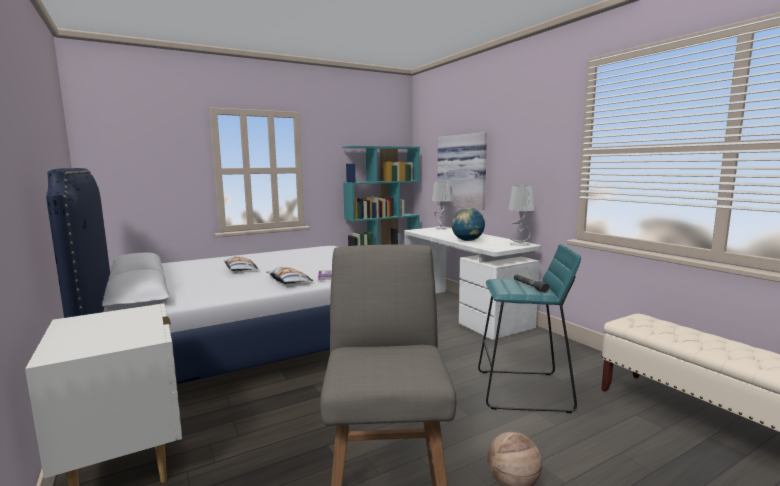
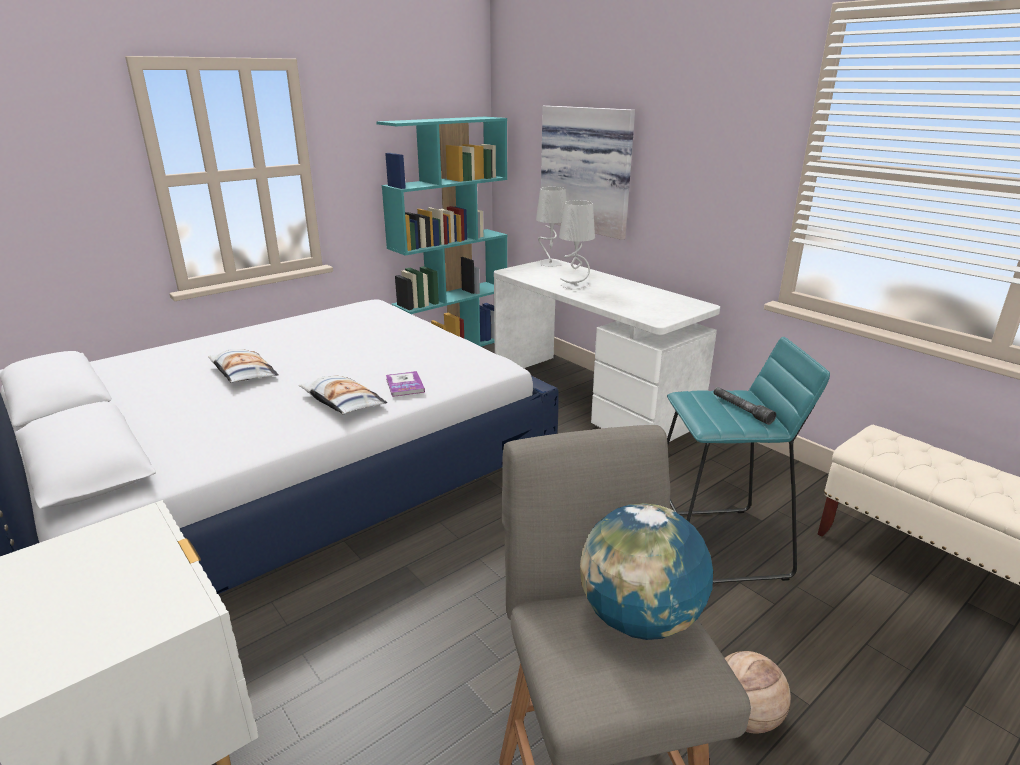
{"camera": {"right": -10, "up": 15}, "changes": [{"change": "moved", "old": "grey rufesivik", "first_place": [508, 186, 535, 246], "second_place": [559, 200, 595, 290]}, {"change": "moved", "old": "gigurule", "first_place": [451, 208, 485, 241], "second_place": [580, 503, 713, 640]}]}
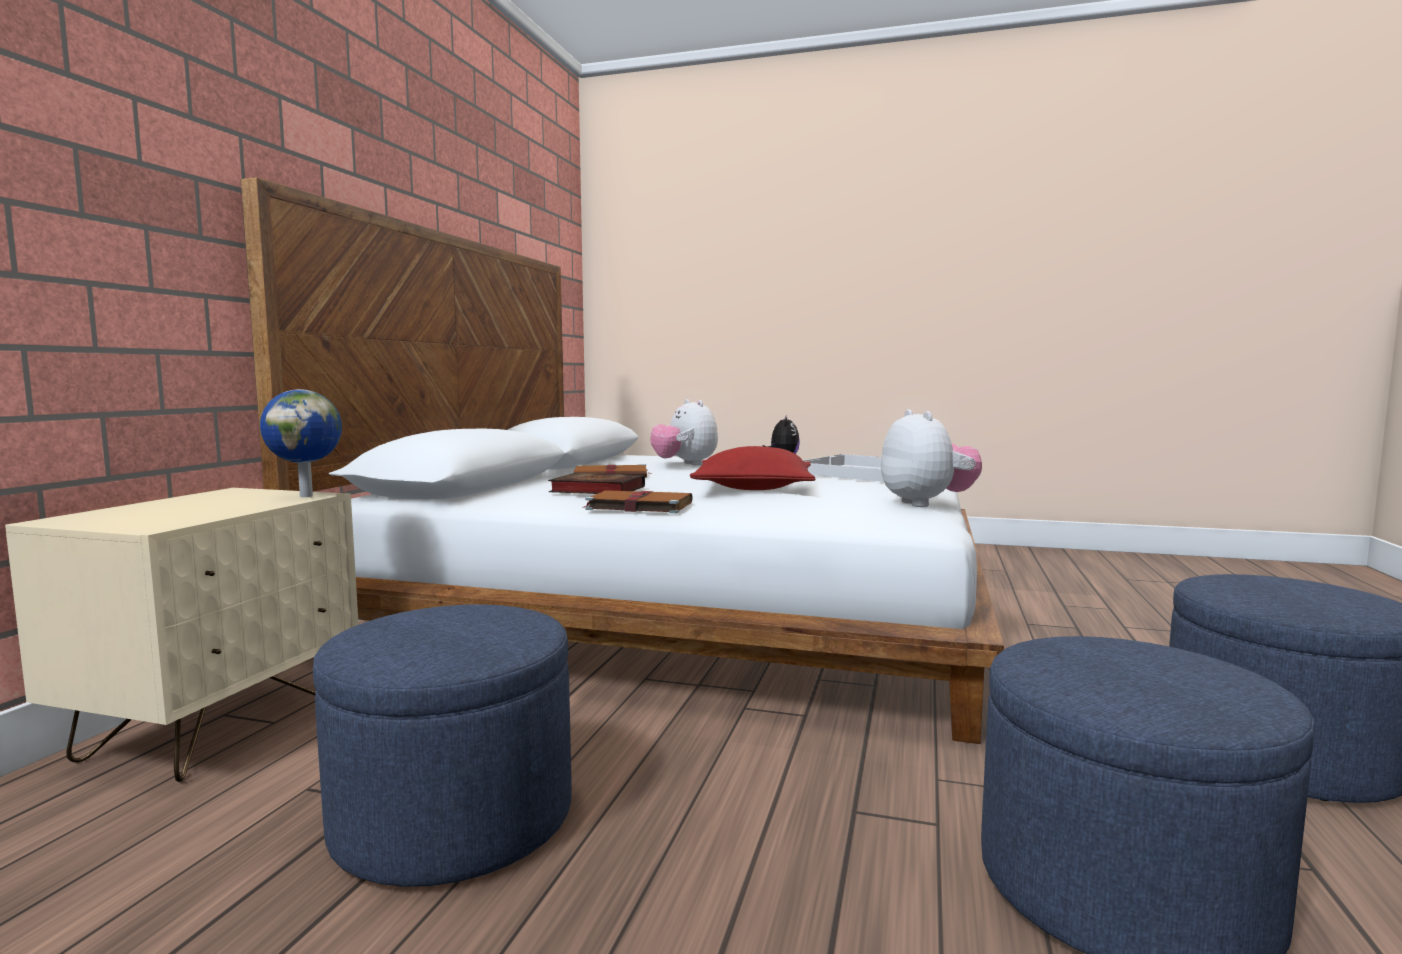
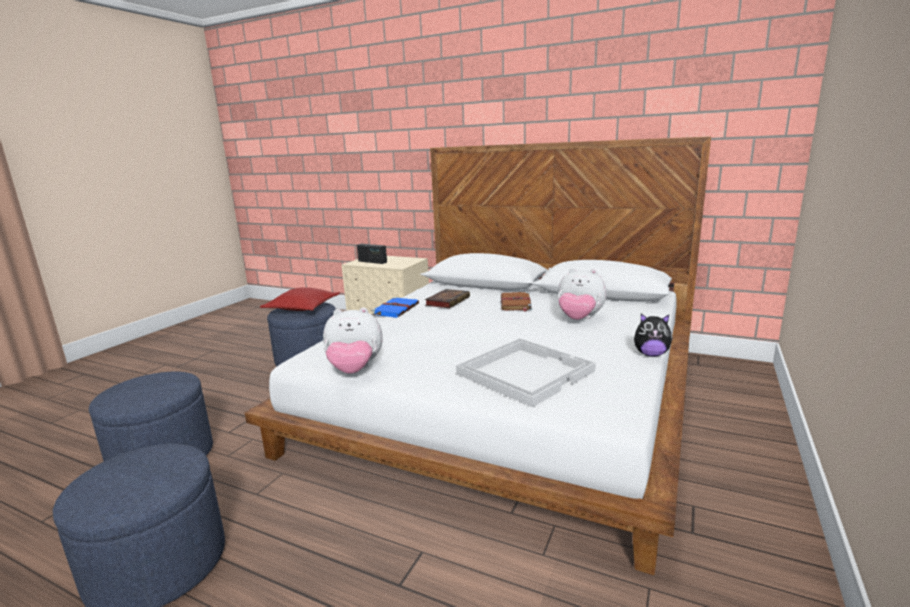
{"camera": {"right": 100, "up": 10}, "changes": [{"change": "removed", "old": "gigurule", "first_place": [260, 389, 342, 497]}, {"change": "turned", "old": "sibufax", "first_place": [650, 399, 718, 466], "second_place": [558, 268, 607, 320], "degrees": -135}, {"change": "moved", "old": "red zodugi", "first_place": [690, 446, 815, 490], "second_place": [260, 287, 340, 311]}, {"change": "recoloured", "old": "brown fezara", "new": "blue fezara", "first_place": [584, 490, 693, 514], "second_place": [372, 297, 419, 318]}, {"change": "added", "new": "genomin", "second_place": [357, 244, 387, 264]}]}
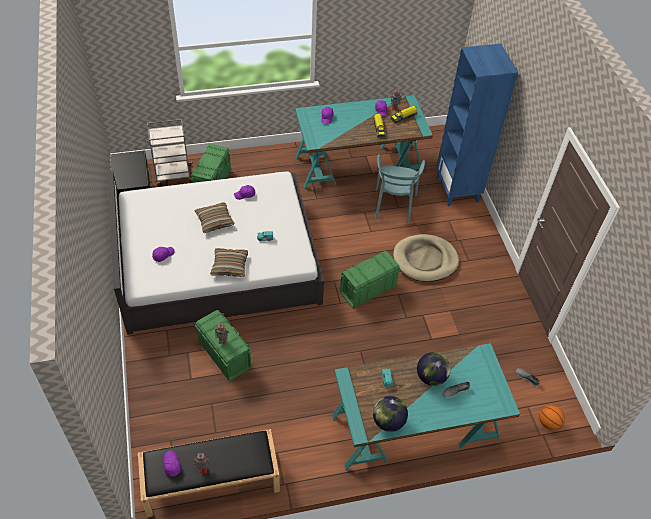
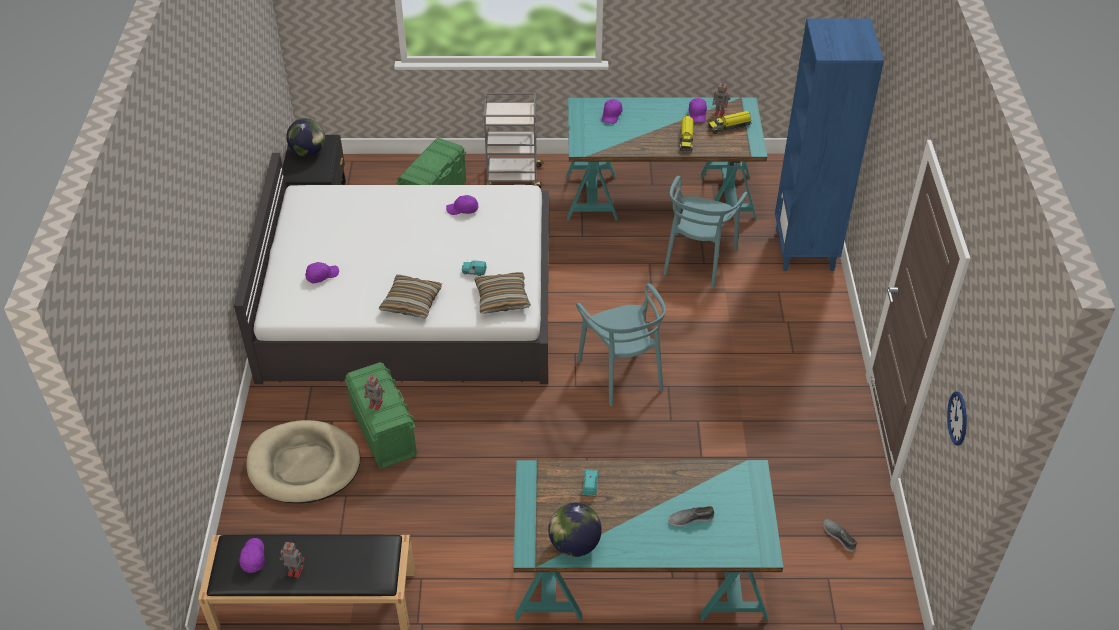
{"camera": {"right": 15, "up": -5}, "changes": [{"change": "moved", "old": "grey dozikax", "first_place": [147, 119, 193, 186], "second_place": [484, 93, 544, 189]}, {"change": "moved", "old": "zodugi", "first_place": [195, 202, 235, 233], "second_place": [474, 272, 531, 314]}, {"change": "moved", "old": "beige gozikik", "first_place": [393, 234, 459, 282], "second_place": [246, 420, 361, 504]}, {"change": "replaced", "old": "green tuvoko", "new": "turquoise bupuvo", "first_place": [340, 251, 401, 308], "second_place": [576, 284, 666, 406]}, {"change": "moved", "old": "gigurule", "first_place": [417, 352, 450, 386], "second_place": [286, 118, 325, 157]}, {"change": "removed", "old": "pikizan", "first_place": [539, 405, 565, 430]}, {"change": "added", "new": "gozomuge", "second_place": [947, 392, 967, 446]}]}
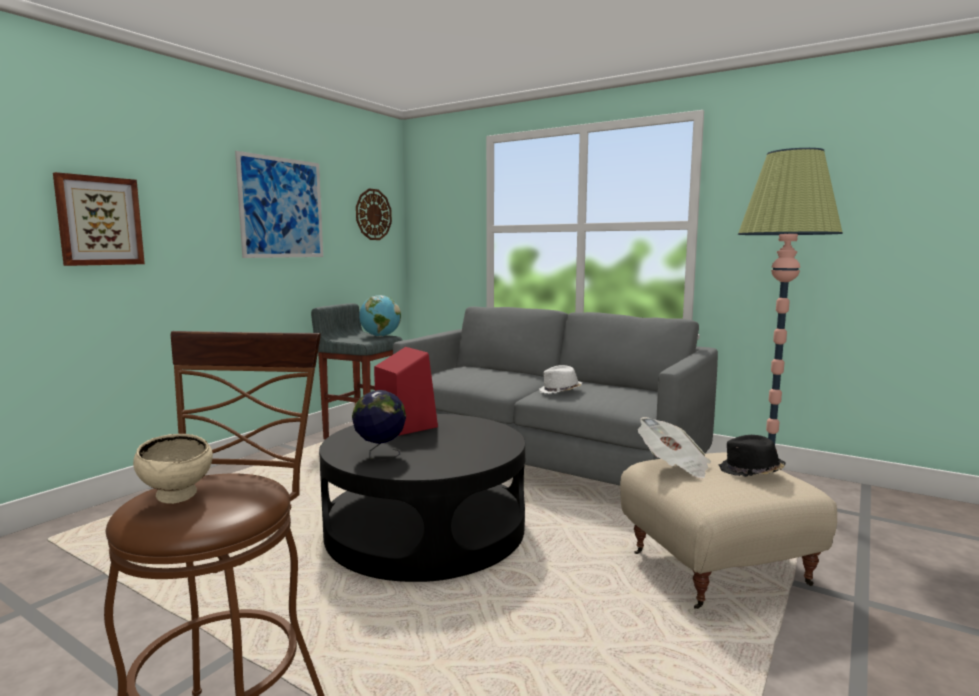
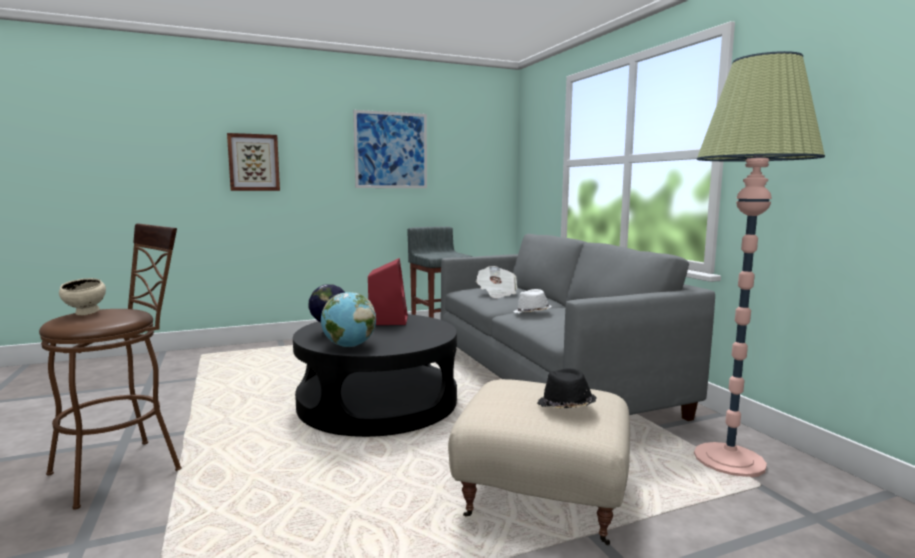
{"camera": {"right": 35, "up": 0}, "changes": [{"change": "removed", "old": "gozomuge", "first_place": [356, 188, 392, 240]}, {"change": "moved", "old": "gigurule", "first_place": [359, 295, 401, 337], "second_place": [321, 292, 376, 347]}, {"change": "moved", "old": "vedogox", "first_place": [638, 417, 711, 479], "second_place": [476, 266, 517, 298]}]}
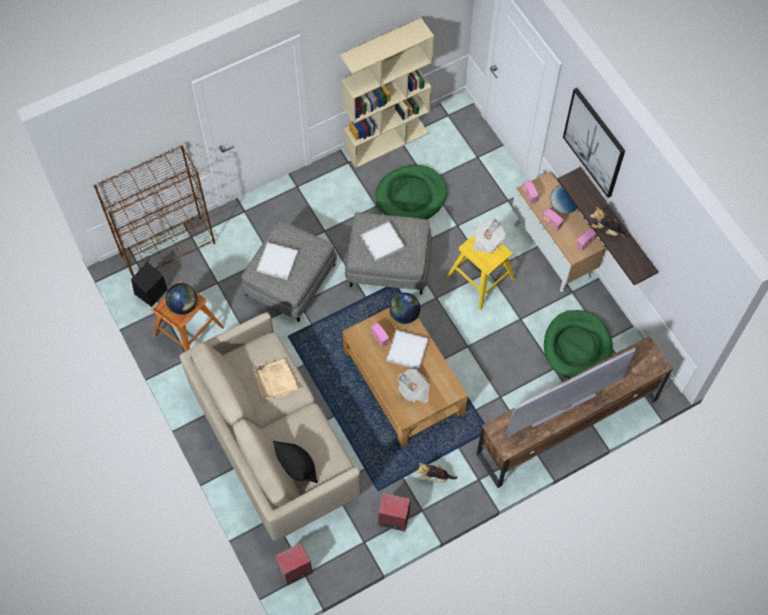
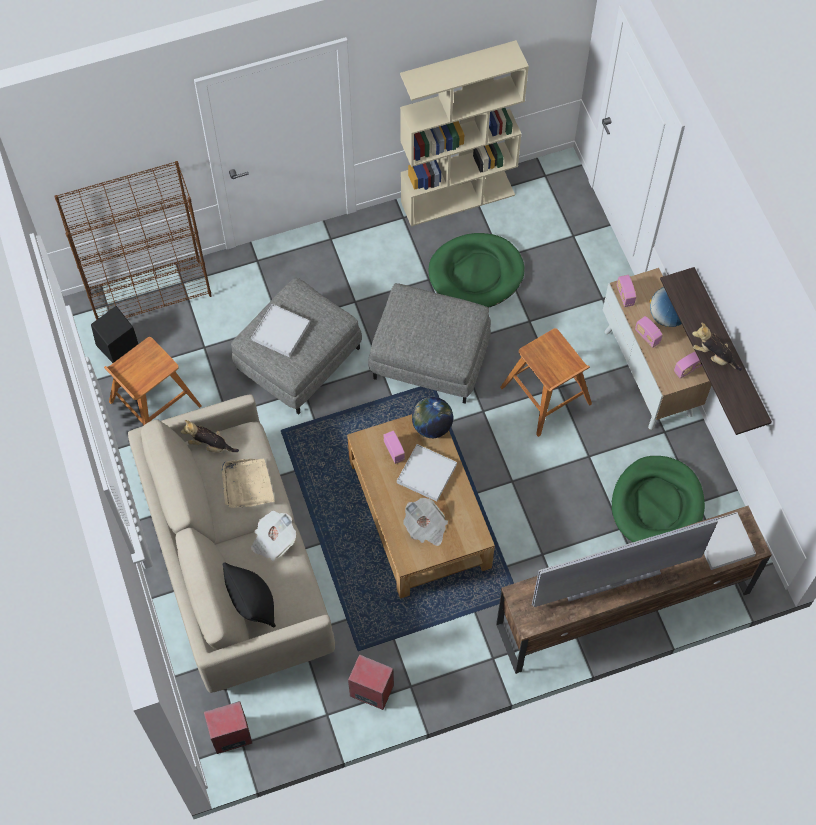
{"camera": {"right": 10, "up": 0}, "changes": [{"change": "removed", "old": "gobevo", "first_place": [563, 88, 625, 198]}, {"change": "moved", "old": "vedogox", "first_place": [473, 219, 505, 254], "second_place": [251, 511, 296, 561]}, {"change": "moved", "old": "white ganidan", "first_place": [361, 221, 405, 262], "second_place": [704, 512, 756, 570]}, {"change": "recoloured", "old": "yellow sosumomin", "new": "brown sosumomin", "first_place": [446, 235, 515, 311], "second_place": [500, 328, 592, 437]}, {"change": "removed", "old": "gigurule", "first_place": [166, 283, 197, 315]}, {"change": "moved", "old": "sibufax", "first_place": [416, 463, 457, 482], "second_place": [181, 420, 239, 453]}]}
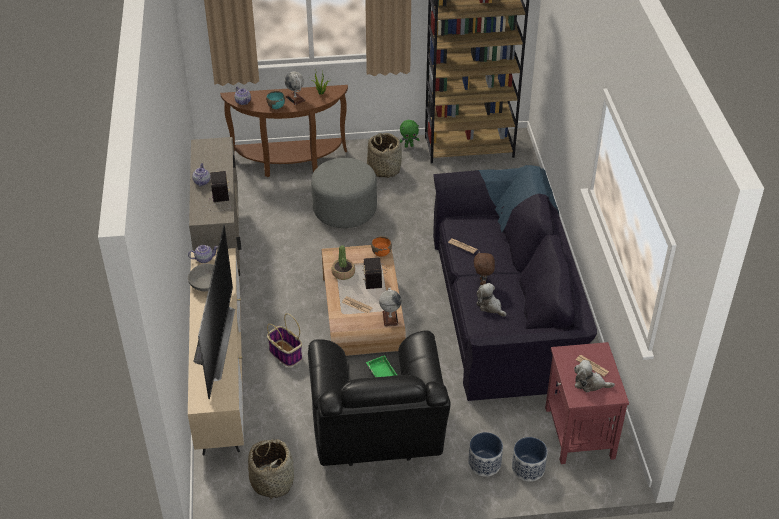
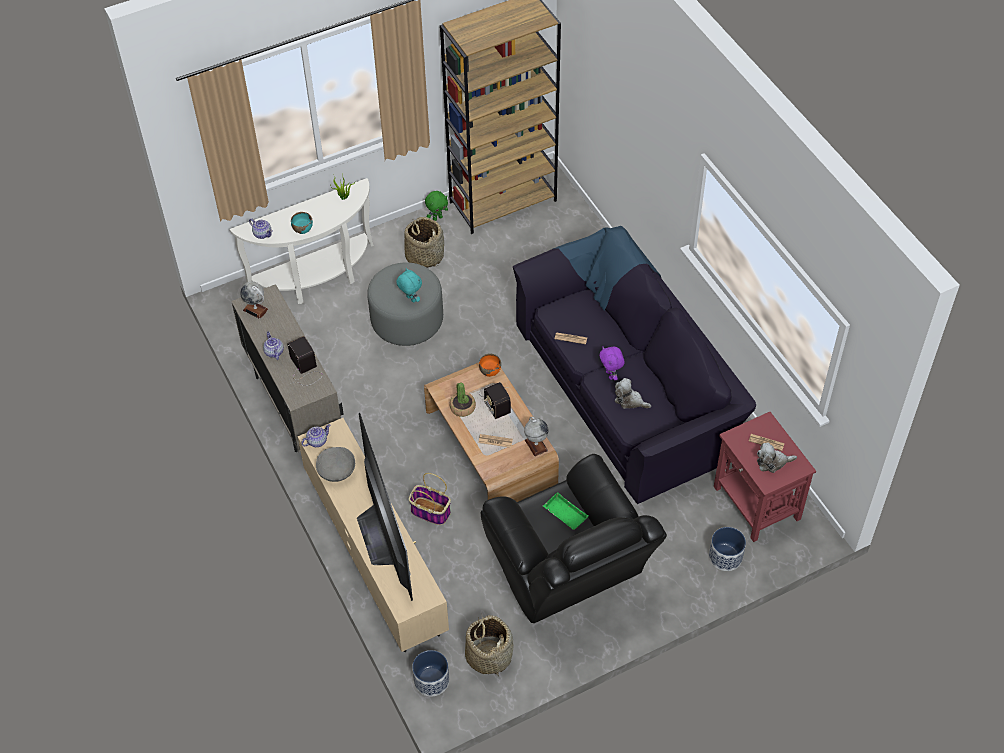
{"camera": {"right": -20, "up": 10}, "changes": [{"change": "moved", "old": "gigurule", "first_place": [285, 72, 305, 105], "second_place": [240, 281, 269, 319]}, {"change": "recoloured", "old": "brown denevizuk", "new": "white denevizuk", "first_place": [220, 85, 348, 177], "second_place": [230, 178, 374, 304]}, {"change": "recoloured", "old": "brown sibufax", "new": "purple sibufax", "first_place": [474, 251, 495, 285], "second_place": [599, 347, 625, 381]}, {"change": "moved", "old": "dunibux", "first_place": [468, 432, 503, 477], "second_place": [412, 650, 449, 696]}, {"change": "added", "new": "turquoise sibufax", "second_place": [396, 268, 422, 303]}]}
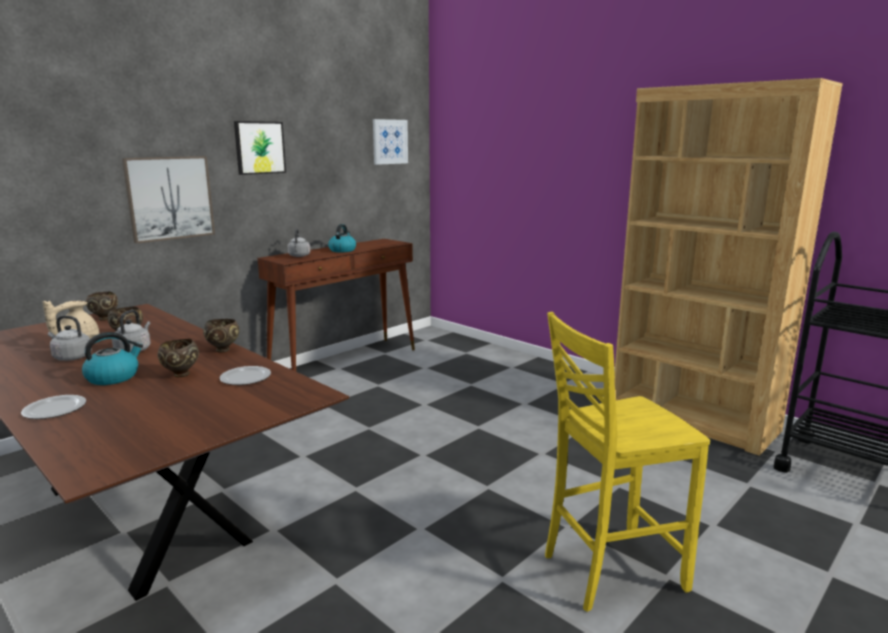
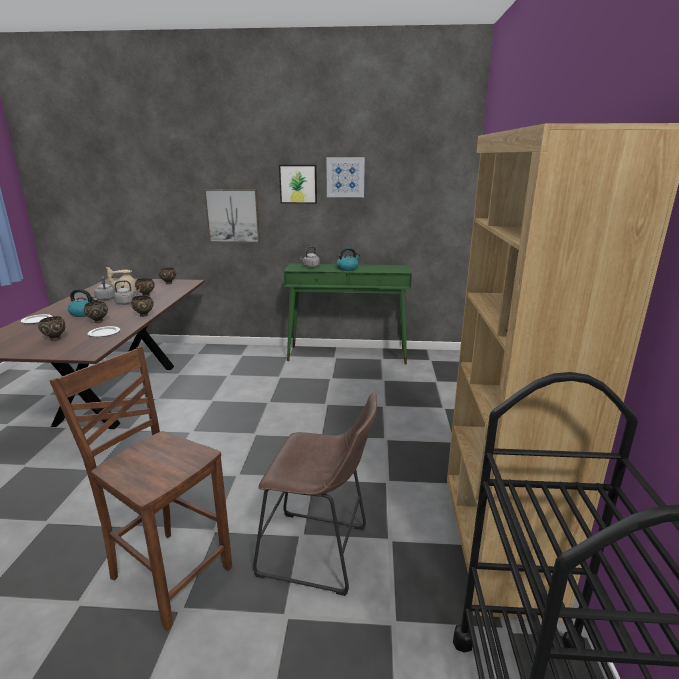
{"camera": {"right": 50, "up": 5}, "changes": [{"change": "moved", "old": "gobevo", "first_place": [373, 119, 408, 165], "second_place": [326, 157, 365, 197]}, {"change": "recoloured", "old": "brown denevizuk", "new": "green denevizuk", "first_place": [258, 239, 415, 371], "second_place": [284, 263, 412, 364]}, {"change": "recoloured", "old": "yellow bupuvo", "new": "brown bupuvo", "first_place": [545, 312, 710, 612], "second_place": [49, 346, 232, 630]}, {"change": "added", "new": "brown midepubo", "second_place": [38, 316, 66, 341]}, {"change": "added", "new": "brown sosumomin", "second_place": [253, 391, 377, 596]}]}
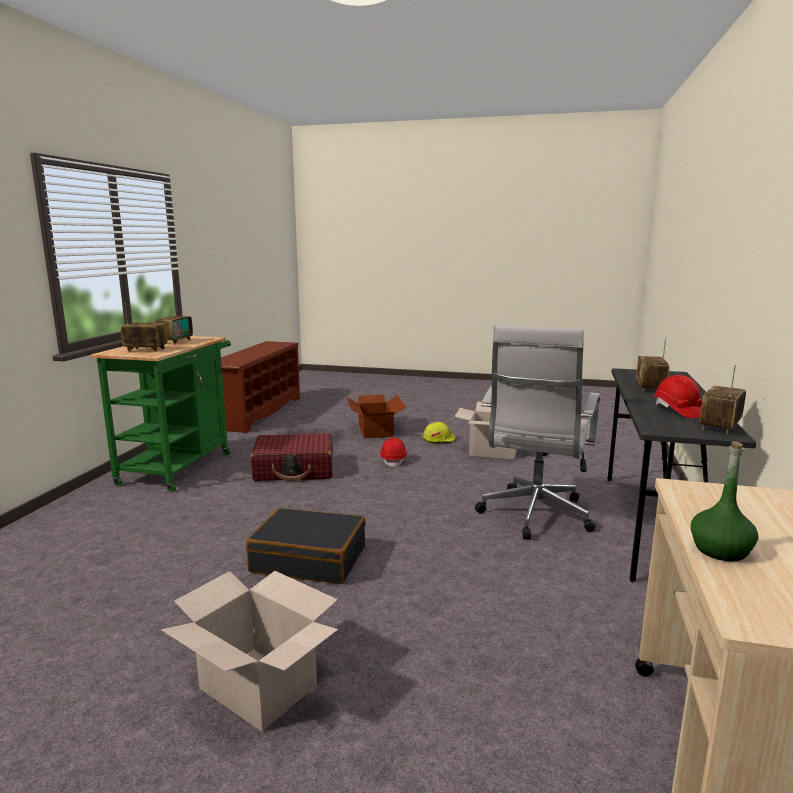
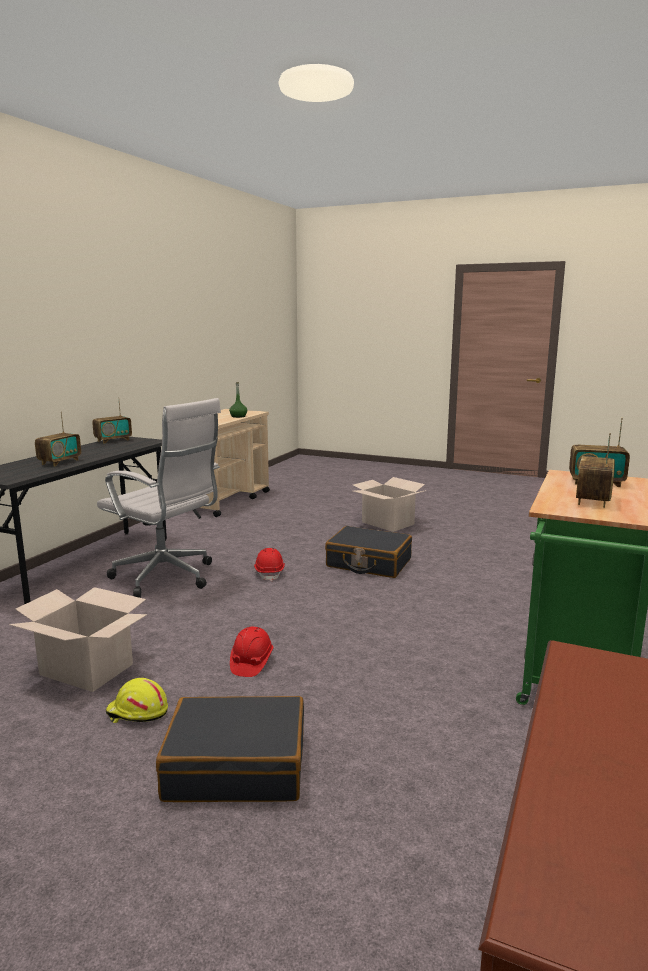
{"camera": {"right": -170, "up": 0}, "changes": [{"change": "turned", "old": "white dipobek", "first_place": [475, 324, 600, 540], "second_place": [97, 398, 221, 598], "degrees": 90}, {"change": "moved", "old": "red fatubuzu", "first_place": [654, 375, 702, 418], "second_place": [254, 548, 285, 581]}, {"change": "replaced", "old": "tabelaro", "new": "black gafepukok", "first_place": [347, 395, 406, 438], "second_place": [156, 696, 304, 802]}, {"change": "removed", "old": "red gafepukok", "first_place": [250, 433, 333, 482]}]}
